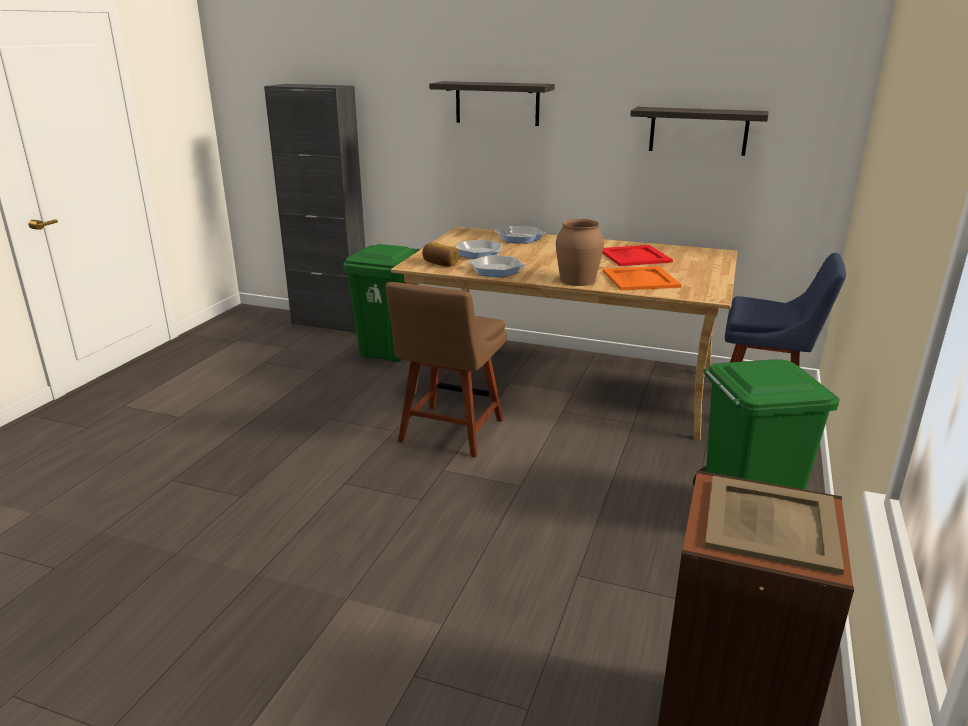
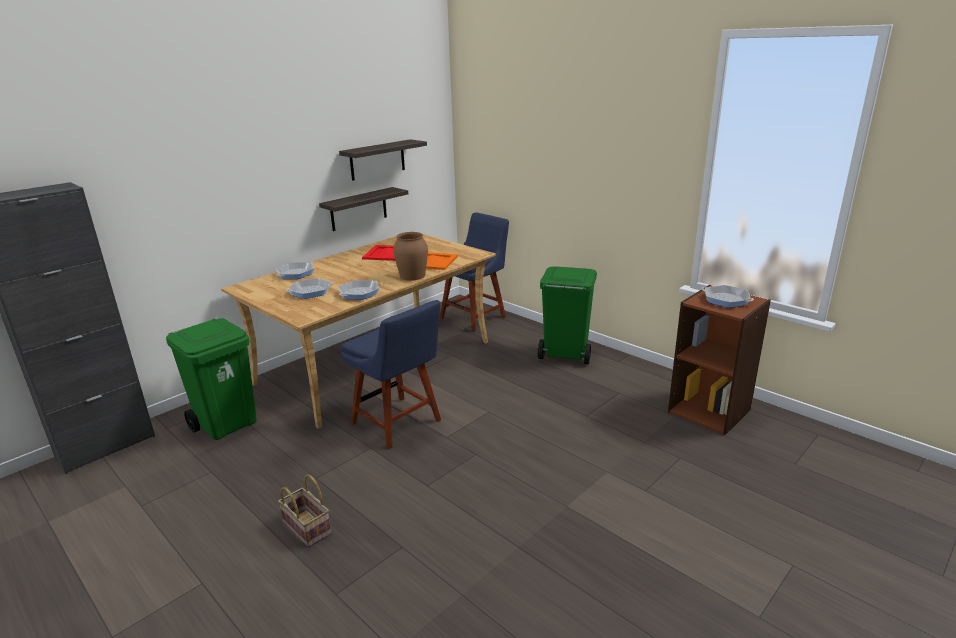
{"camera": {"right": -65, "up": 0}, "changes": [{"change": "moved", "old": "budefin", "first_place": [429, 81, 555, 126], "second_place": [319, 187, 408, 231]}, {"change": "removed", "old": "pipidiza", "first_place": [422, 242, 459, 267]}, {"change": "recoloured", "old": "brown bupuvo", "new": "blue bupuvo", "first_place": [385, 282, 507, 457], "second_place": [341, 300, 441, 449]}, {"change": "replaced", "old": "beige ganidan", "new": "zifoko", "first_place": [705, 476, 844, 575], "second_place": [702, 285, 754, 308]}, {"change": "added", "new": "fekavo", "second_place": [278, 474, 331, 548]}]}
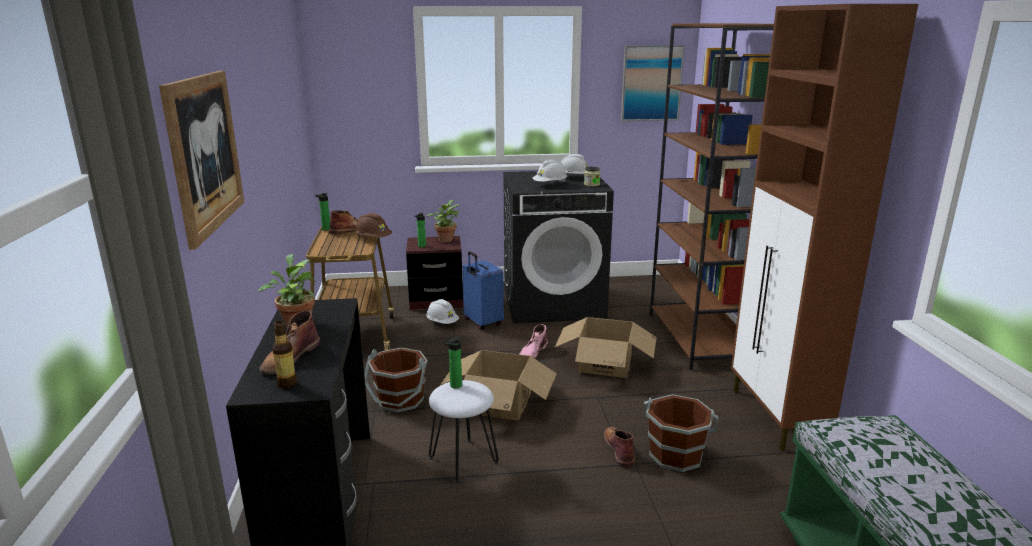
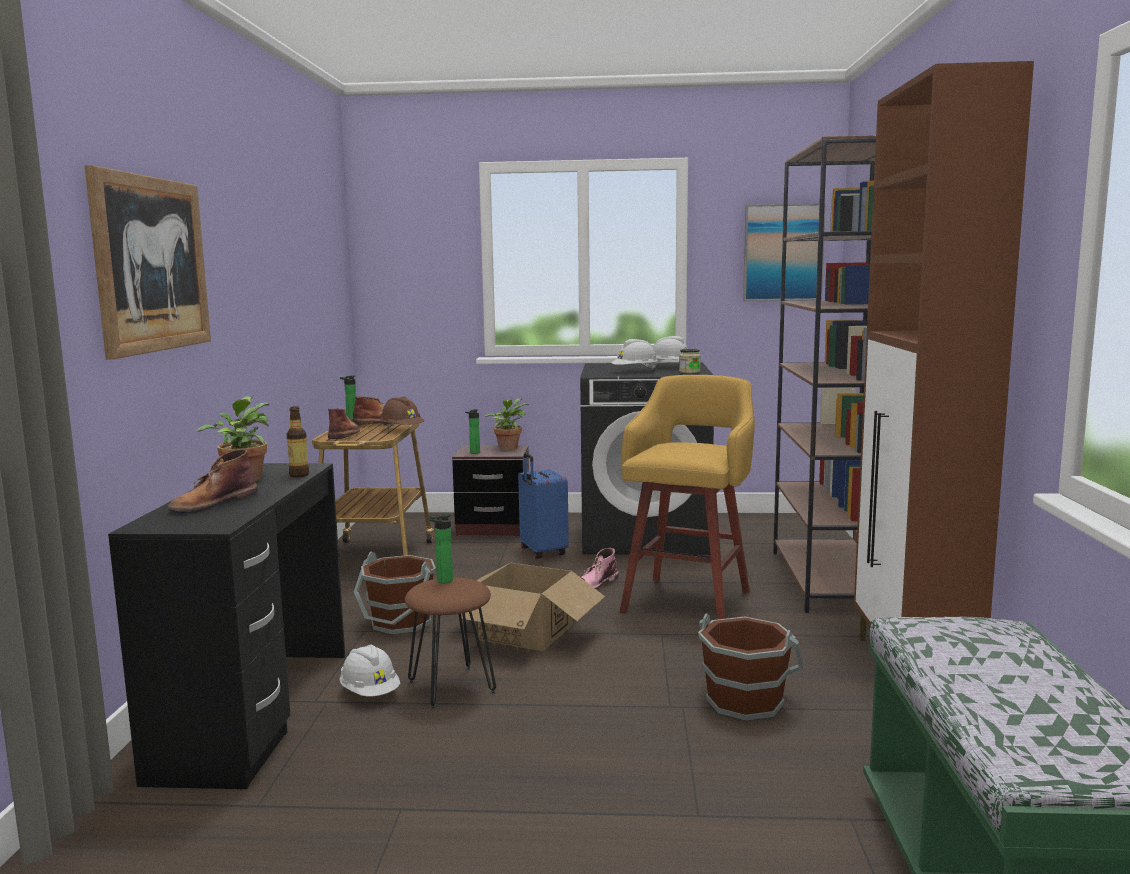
{"camera": {"right": 10, "up": -10}, "changes": [{"change": "moved", "old": "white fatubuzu", "first_place": [426, 299, 459, 324], "second_place": [340, 645, 400, 697]}, {"change": "replaced", "old": "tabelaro", "new": "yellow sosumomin", "first_place": [555, 317, 657, 378], "second_place": [620, 375, 755, 619]}, {"change": "moved", "old": "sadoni", "first_place": [272, 321, 297, 388], "second_place": [287, 406, 309, 478]}, {"change": "recoloured", "old": "white sosumomin", "new": "brown sosumomin", "first_place": [429, 380, 499, 483], "second_place": [405, 577, 496, 709]}, {"change": "moved", "old": "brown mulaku", "first_place": [604, 427, 635, 468], "second_place": [328, 408, 360, 439]}]}
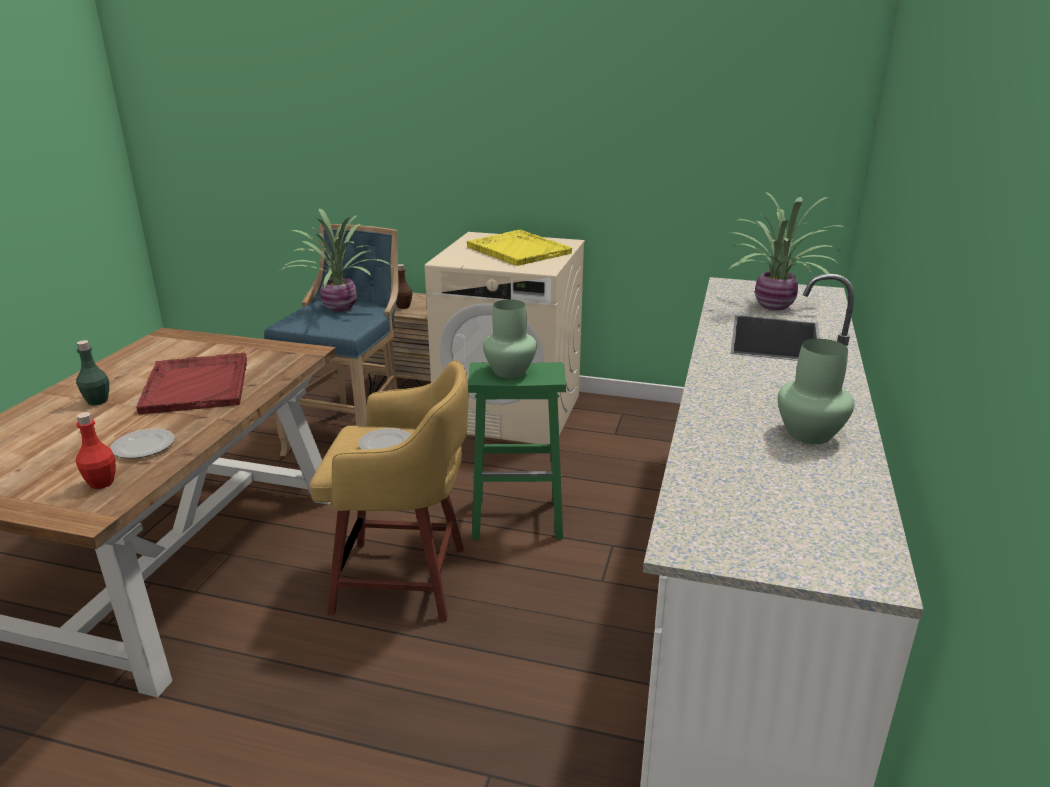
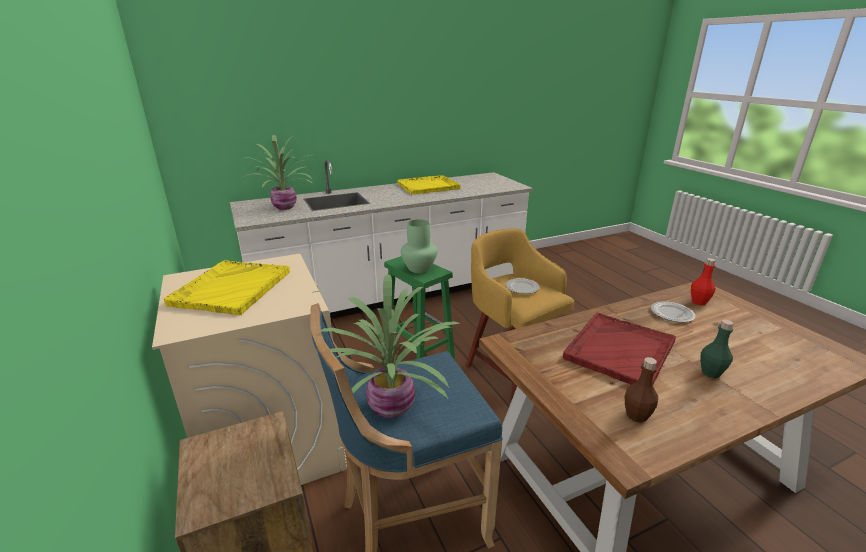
{"camera": {"right": -130, "up": 0}, "changes": [{"change": "moved", "old": "brown sadoni", "first_place": [396, 264, 412, 309], "second_place": [625, 357, 658, 423]}, {"change": "replaced", "old": "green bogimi", "new": "yellow ganidan", "first_place": [778, 339, 854, 444], "second_place": [397, 175, 461, 195]}]}
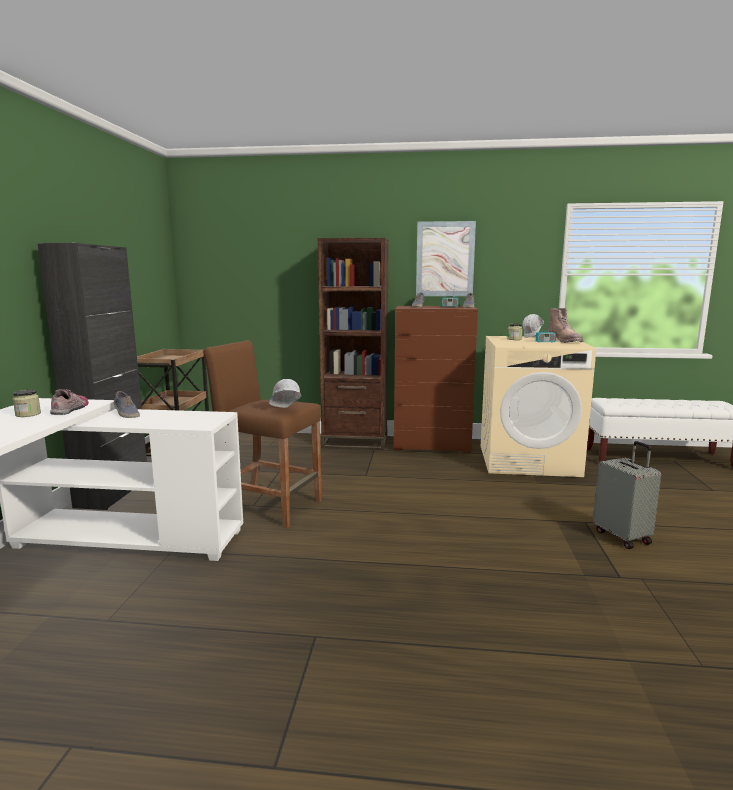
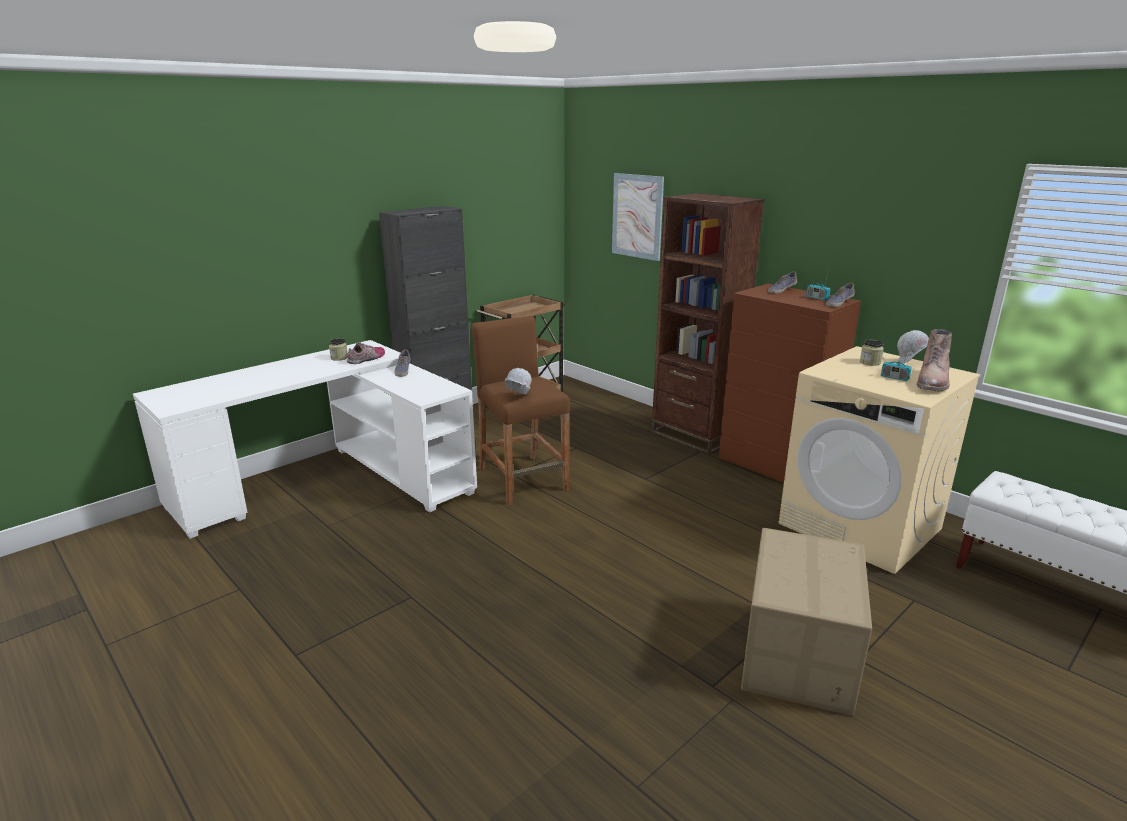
{"camera": {"right": 40, "up": 10}, "changes": [{"change": "moved", "old": "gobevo", "first_place": [416, 221, 476, 296], "second_place": [612, 173, 664, 261]}, {"change": "replaced", "old": "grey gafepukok", "new": "tabelaro", "first_place": [593, 441, 661, 549], "second_place": [741, 528, 872, 716]}]}
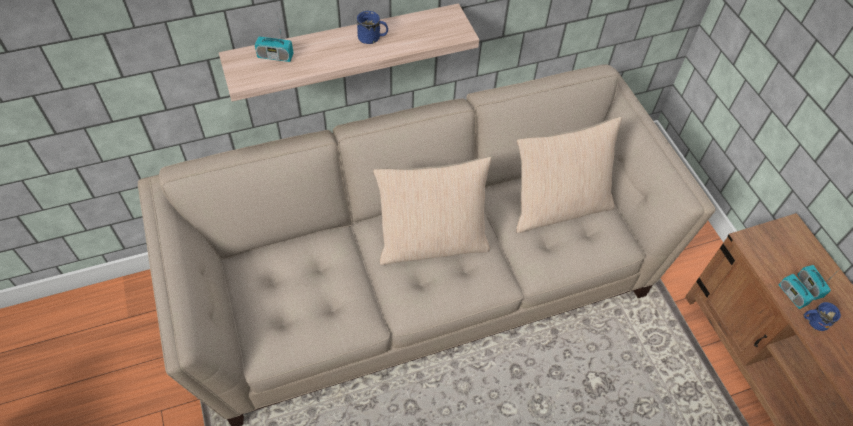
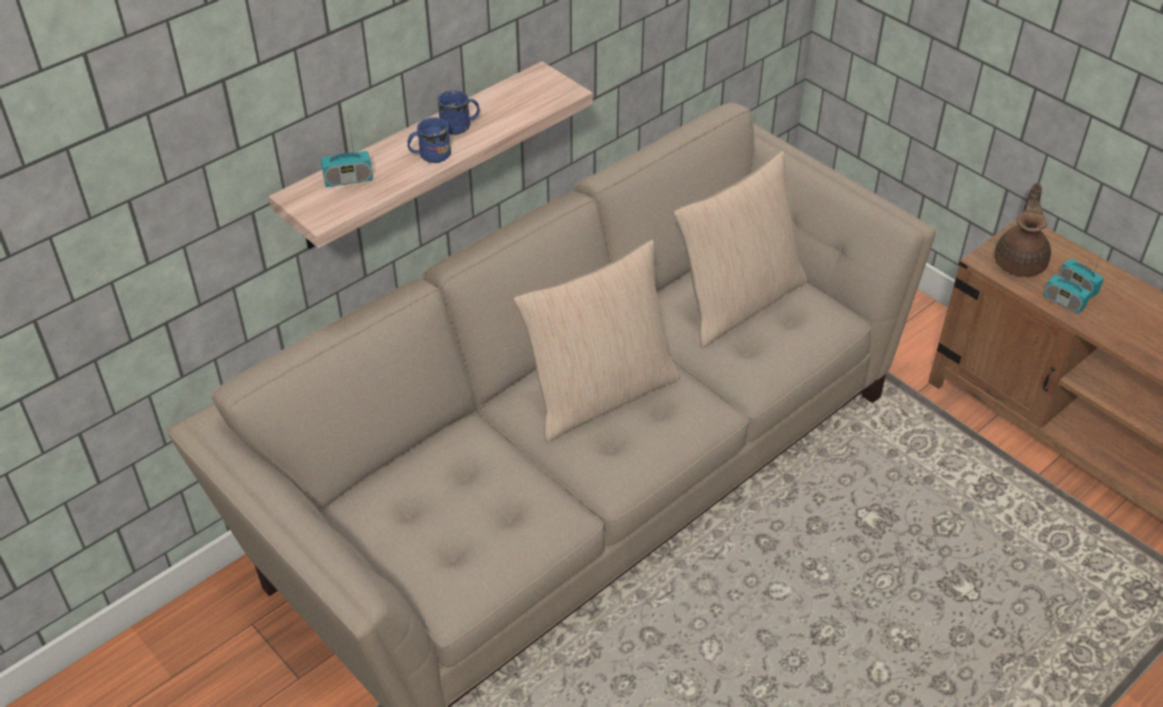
{"camera": {"right": -20, "up": -10}, "changes": [{"change": "moved", "old": "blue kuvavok", "first_place": [803, 302, 841, 331], "second_place": [407, 118, 451, 163]}, {"change": "added", "new": "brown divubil", "second_place": [995, 183, 1051, 277]}]}
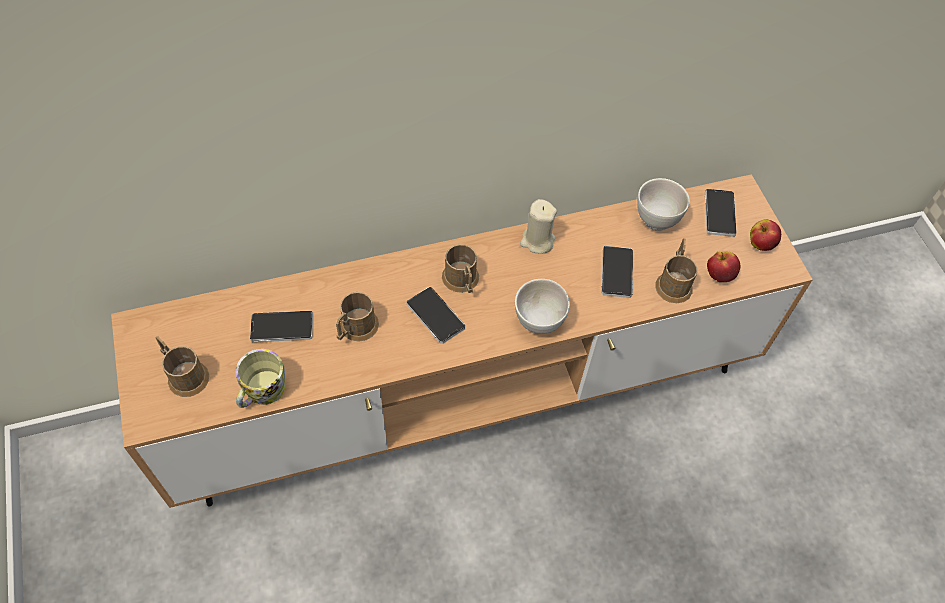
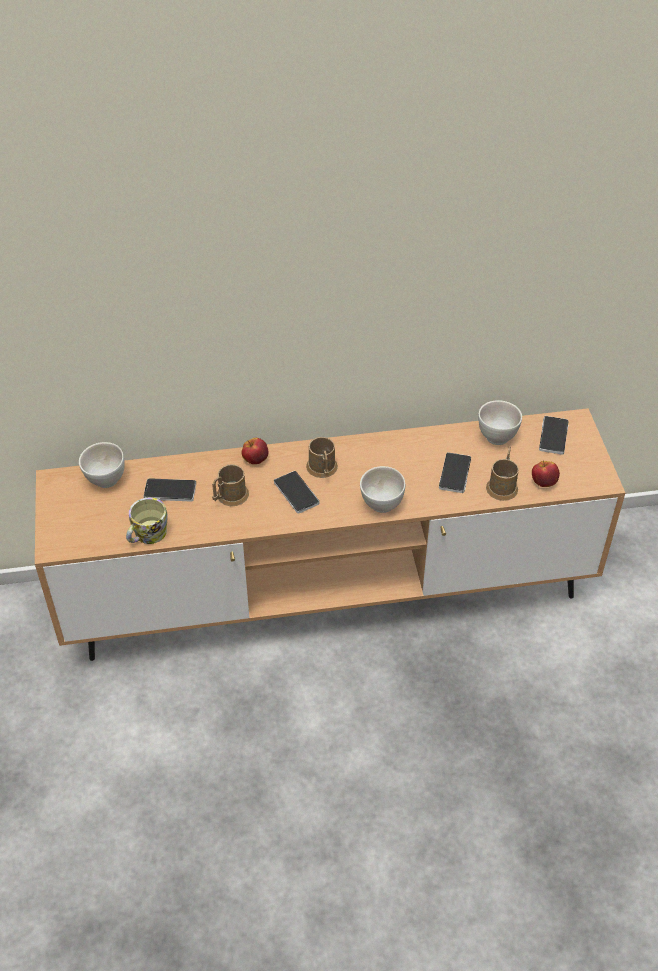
{"camera": {"right": 10, "up": -10}, "changes": [{"change": "removed", "old": "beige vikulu", "first_place": [520, 199, 557, 254]}, {"change": "moved", "old": "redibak", "first_place": [750, 220, 781, 251], "second_place": [241, 438, 268, 464]}, {"change": "removed", "old": "brown kuvavok", "first_place": [155, 336, 209, 397]}, {"change": "added", "new": "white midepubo", "second_place": [79, 442, 125, 488]}]}
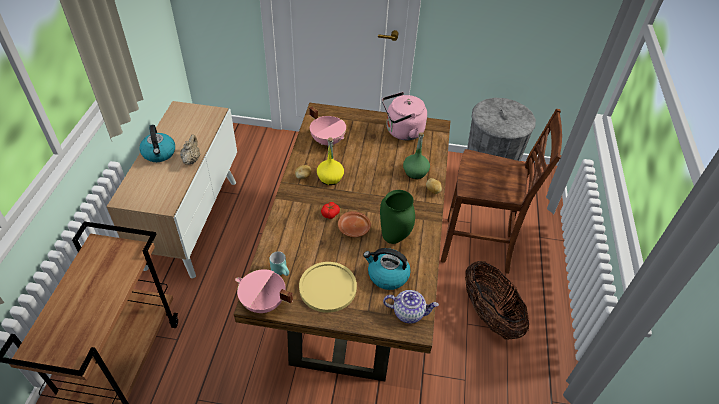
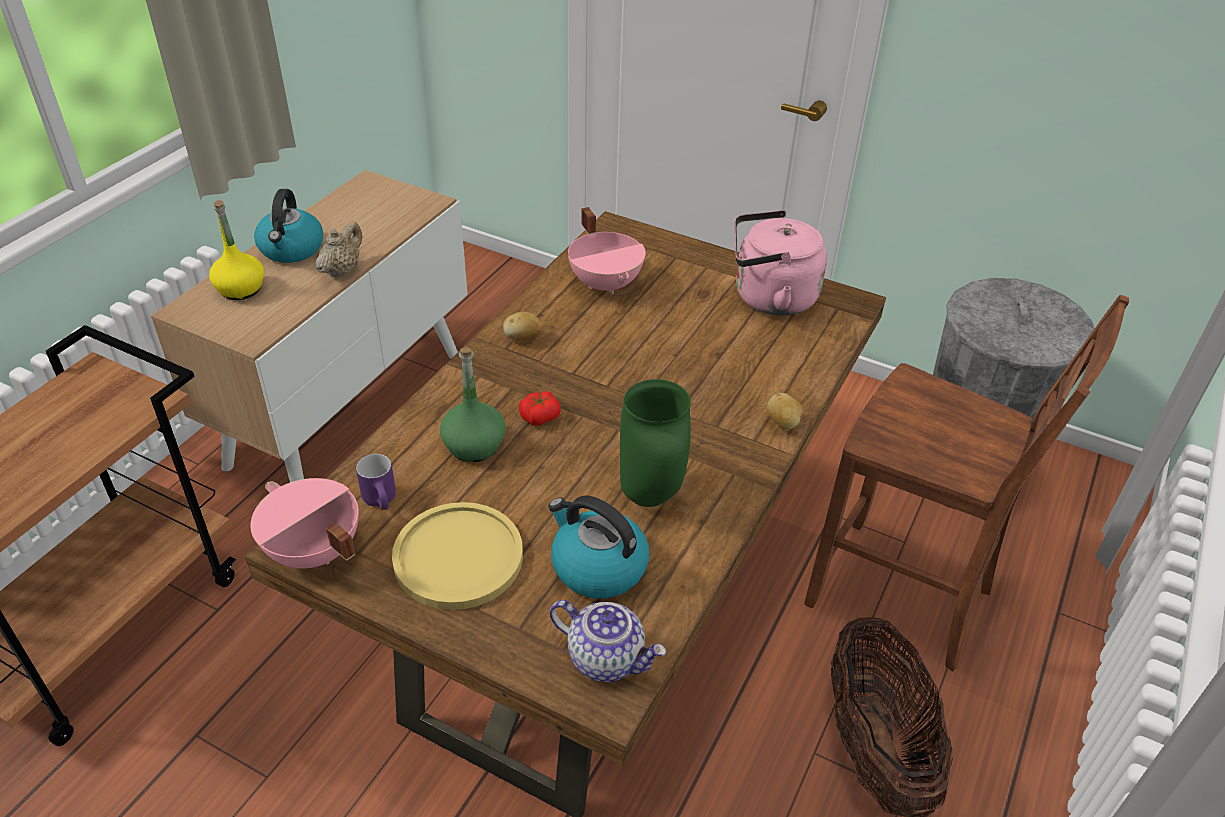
{"camera": {"right": 20, "up": -5}, "changes": [{"change": "moved", "old": "green sadoni", "first_place": [403, 132, 430, 179], "second_place": [440, 347, 506, 462]}, {"change": "moved", "old": "yellow sadoni", "first_place": [317, 137, 344, 185], "second_place": [209, 200, 264, 300]}, {"change": "removed", "old": "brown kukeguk", "first_place": [338, 211, 371, 237]}, {"change": "recoloured", "old": "turquoise kuvavok", "new": "purple kuvavok", "first_place": [270, 251, 289, 276], "second_place": [356, 454, 396, 510]}]}
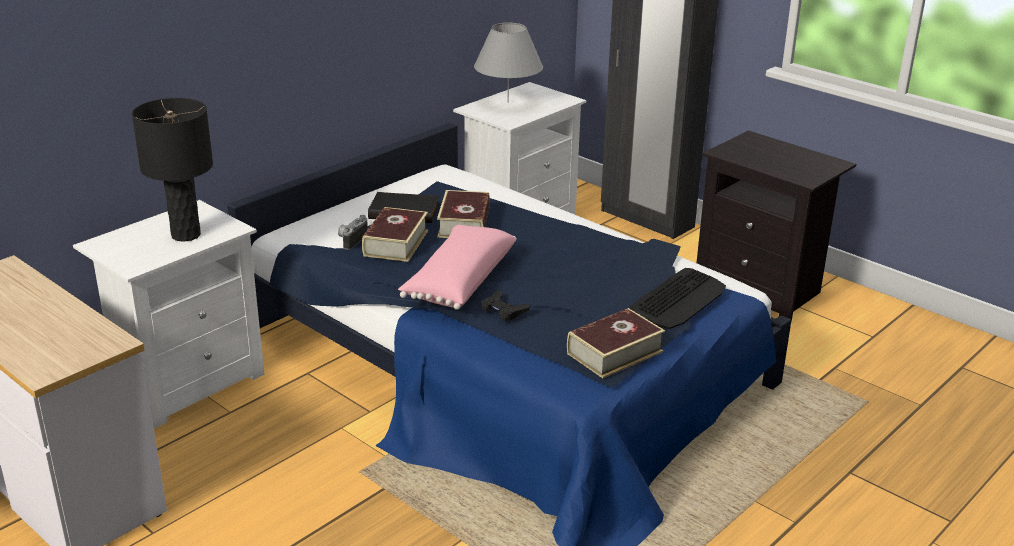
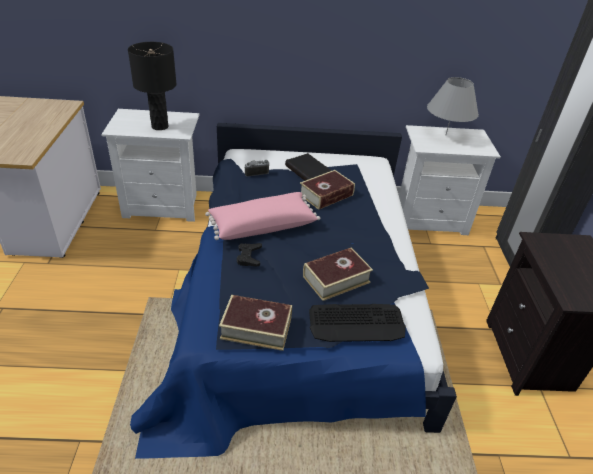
{"camera": {"right": 45, "up": 10}, "changes": [{"change": "moved", "old": "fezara", "first_place": [362, 207, 428, 262], "second_place": [303, 248, 373, 301]}]}
